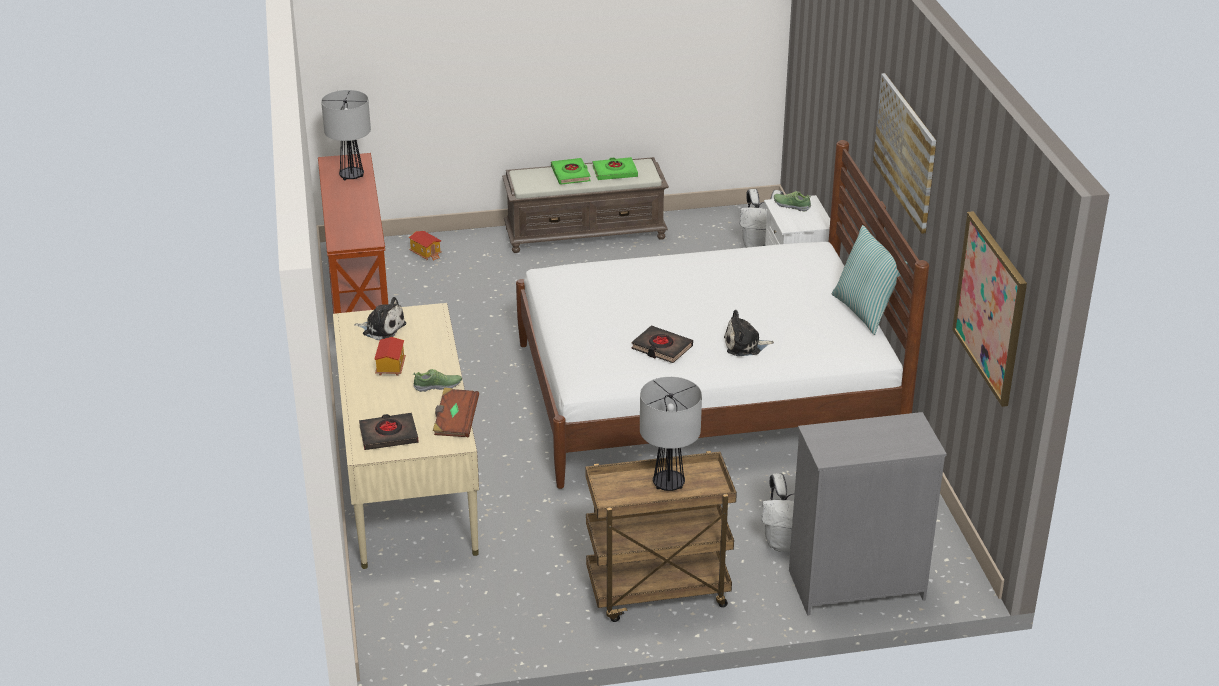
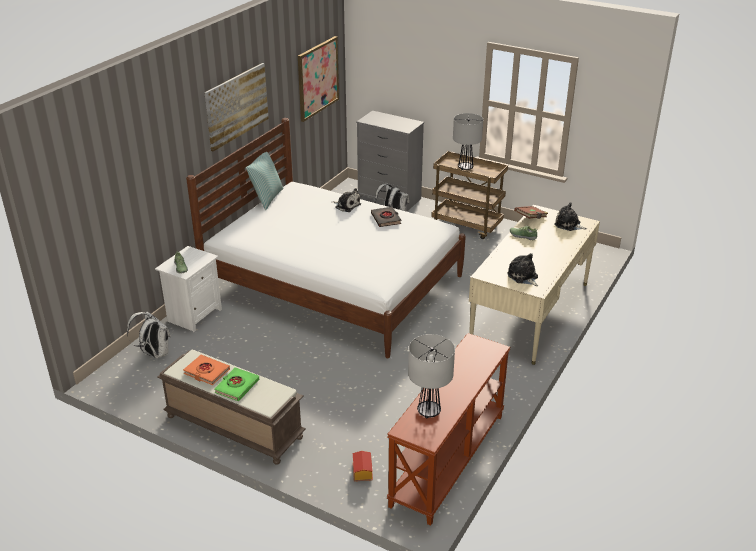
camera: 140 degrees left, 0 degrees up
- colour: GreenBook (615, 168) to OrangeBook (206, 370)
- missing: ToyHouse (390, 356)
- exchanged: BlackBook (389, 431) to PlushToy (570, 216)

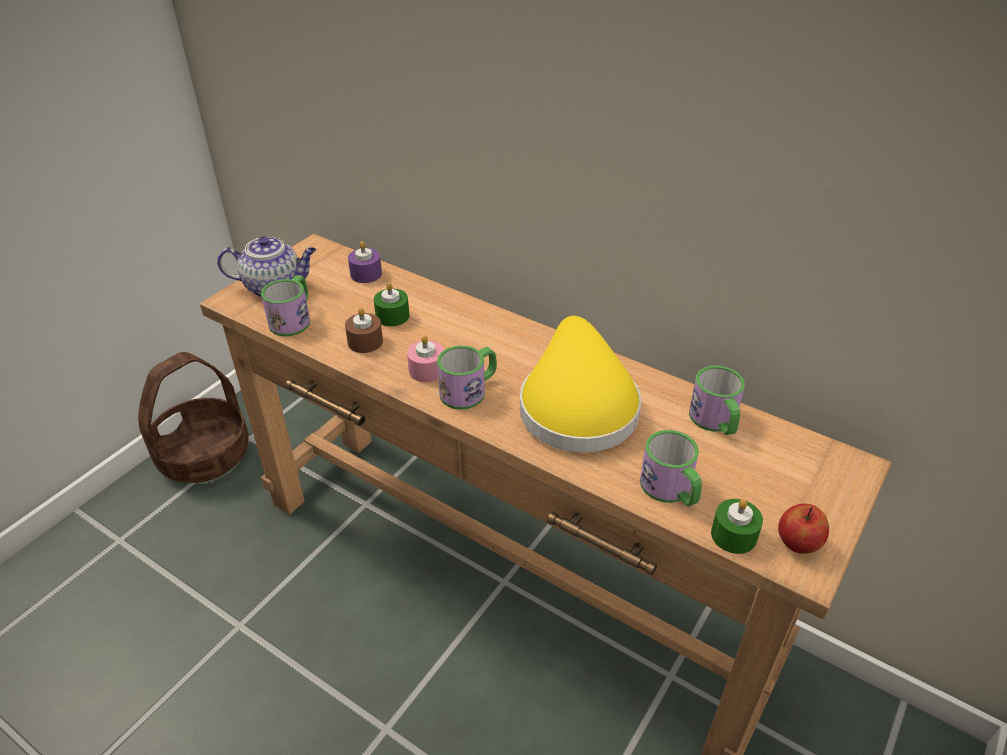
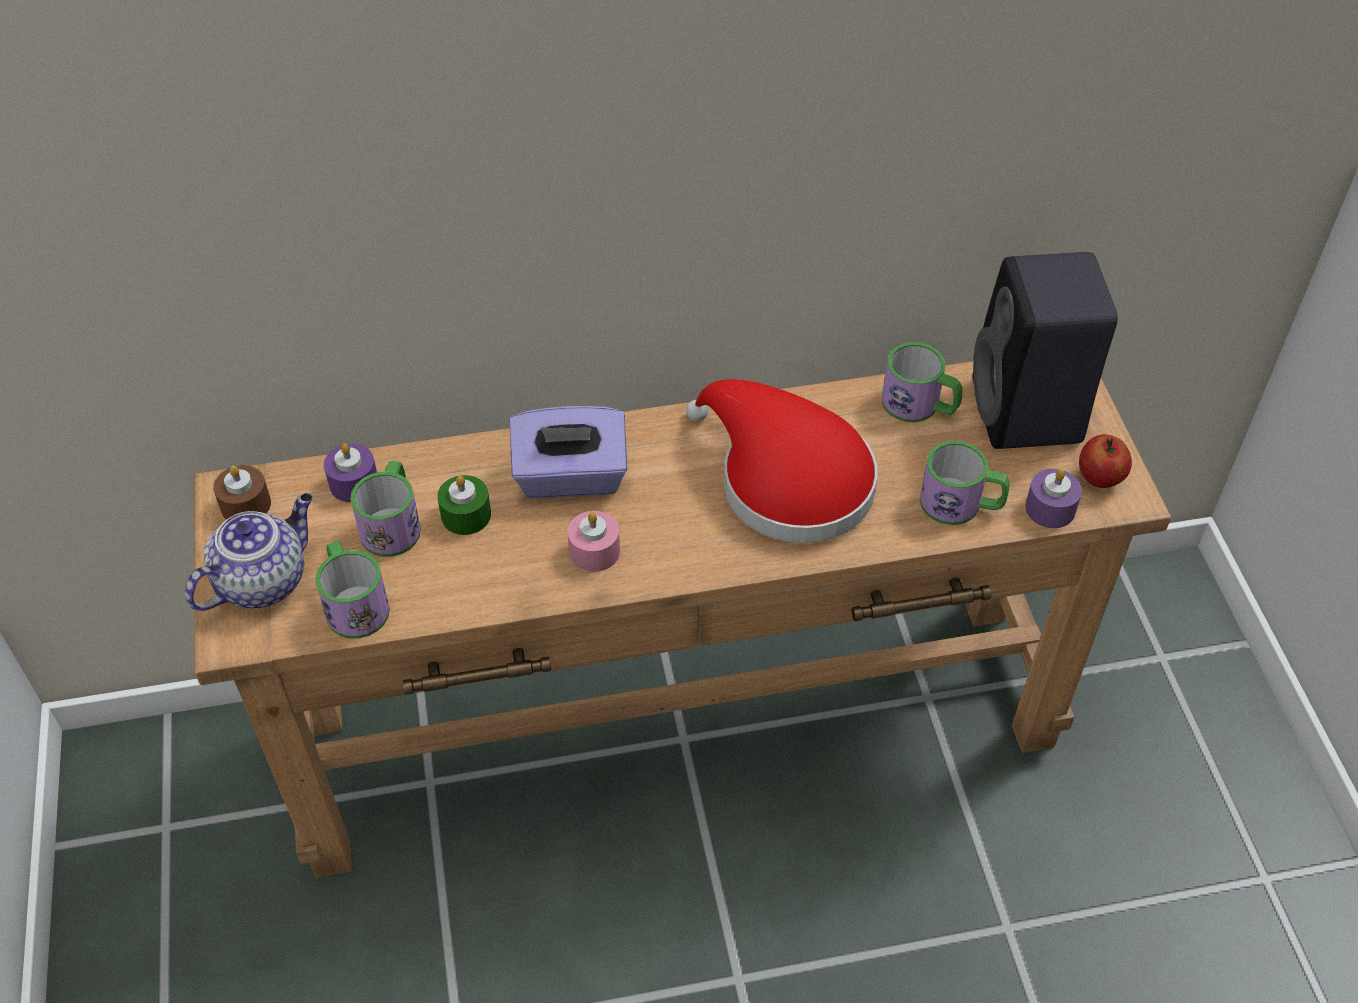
camera: 45 degrees left, 10 degrees up
- relocated: BrownCandle (364, 330) to (242, 492)
- colour: YellowHat (580, 384) to RedHat (782, 461)
- relocated: Mug (467, 377) to (385, 509)
- missing: Basket (193, 417)
- colour: GreenCandle (737, 526) to PurpleCandle (1053, 498)
- appeared: BlackSpeaker (1045, 350)
- appeared: PurpleTissueBox (568, 452)

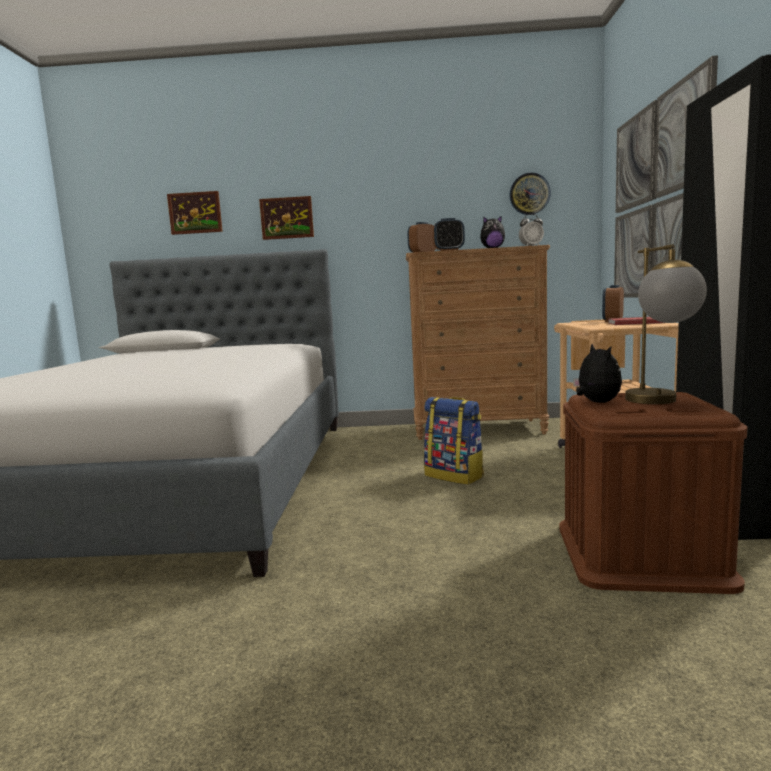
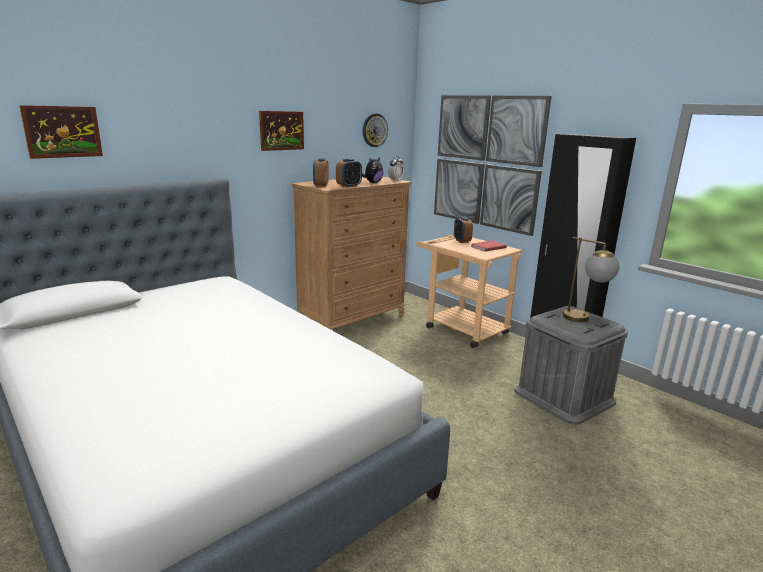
camera: 45 degrees left, 10 degrees up
- relocated: Picture (286, 218) to (281, 131)
- missing: PlushToy (597, 373)
- colour: BrownStorageBox (654, 493) to GreyStorageBox (571, 365)
- missing: Backpack (454, 441)

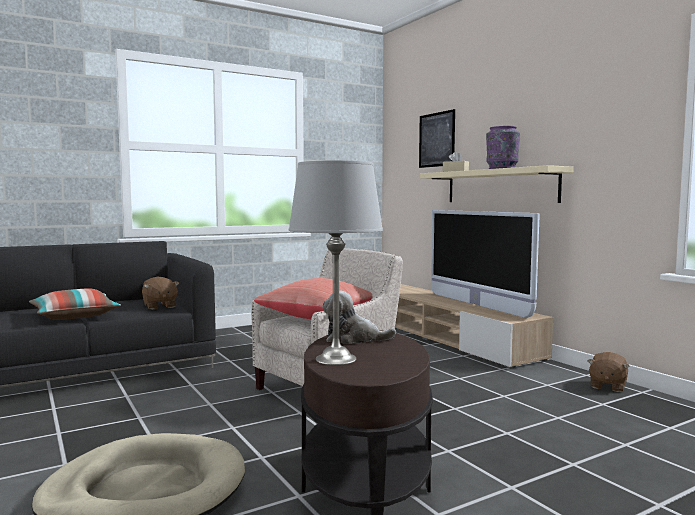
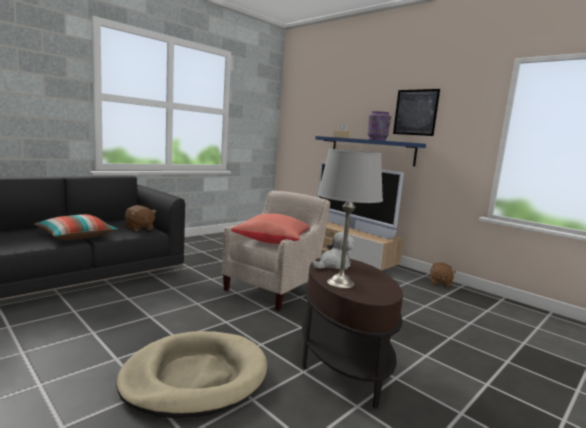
camera: 15 degrees left, 5 degrees up
- relocated: Picture (437, 138) to (416, 112)
- colour: BeigeShelf (497, 184) to BlueShelf (370, 151)
- spun: PlushToy (359, 317) = (333, 251) 150 degrees clockwise

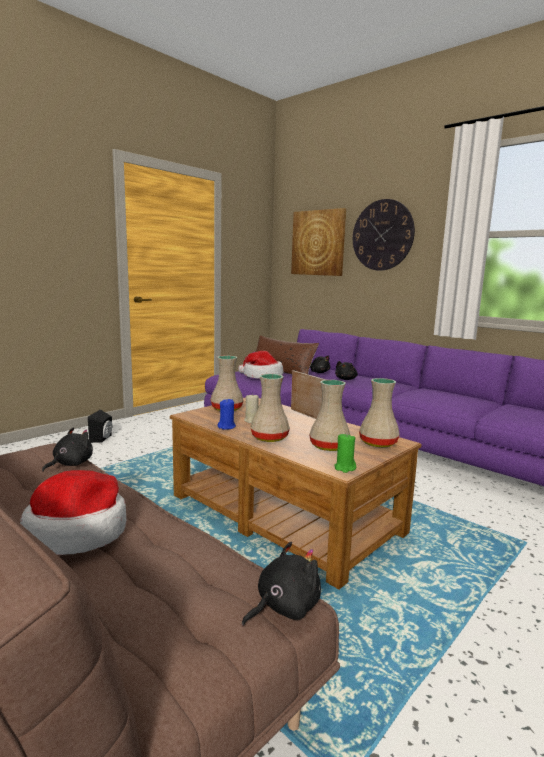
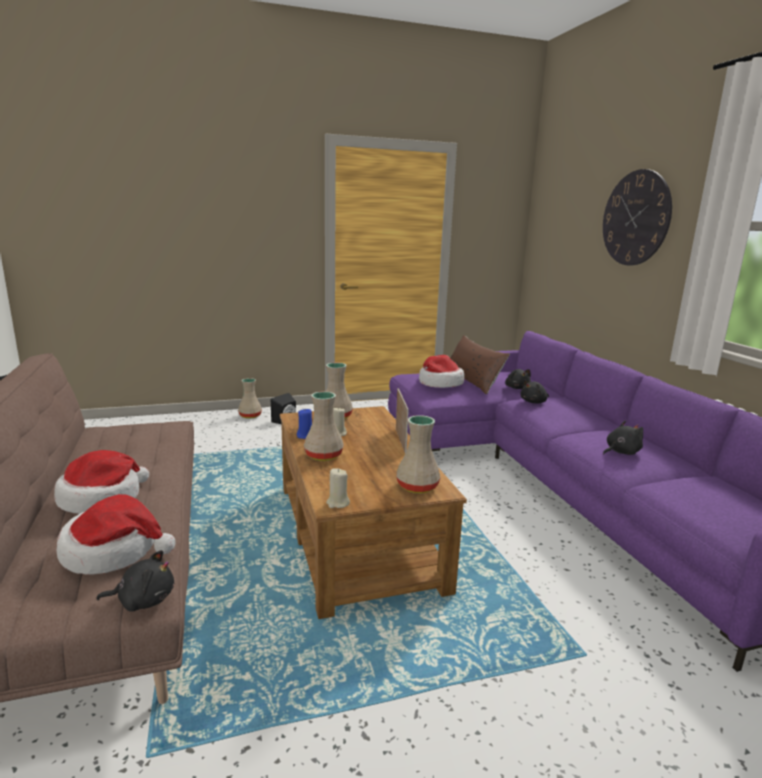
camera: 30 degrees right, 5 degrees up
- missing: Picture (318, 242)
- relocated: BeigeVase (329, 415) to (250, 398)
- relocated: BlackPlushToy (67, 450) to (623, 438)
- colour: GreenCandle (345, 453) to BeigeCandle (338, 488)
- appeared: Hat (116, 534)

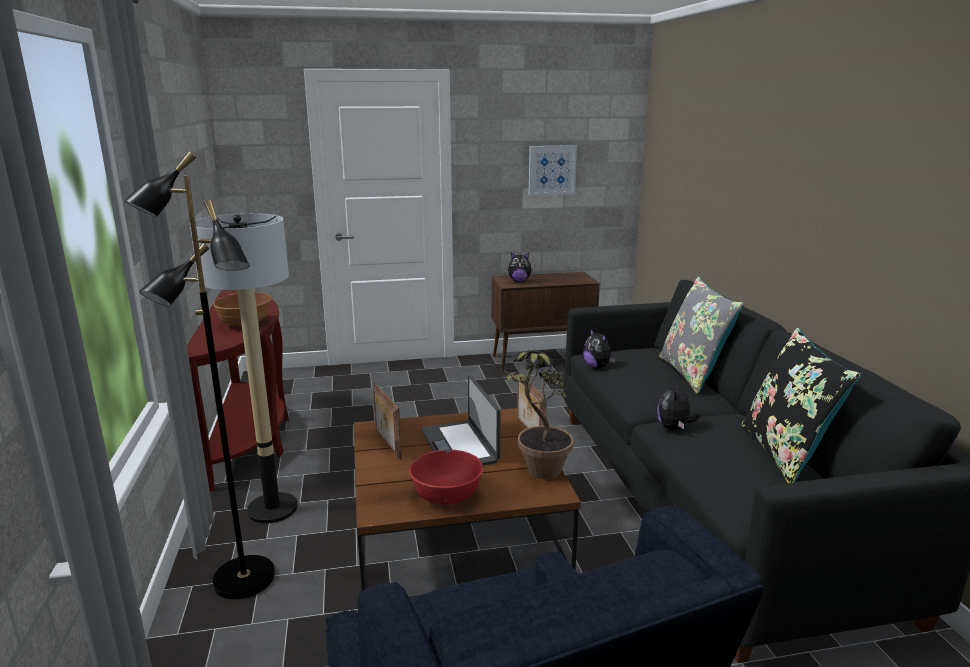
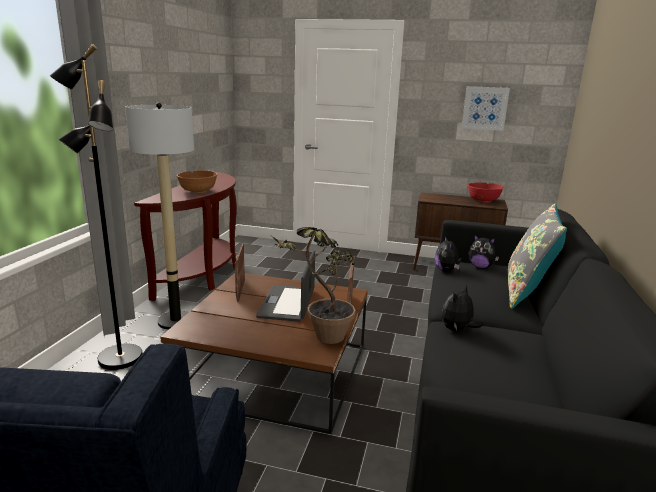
camera: 25 degrees right, 0 degrees up
- relocated: PlushToy (520, 267) to (484, 251)
- missing: BlackPillow (801, 405)
- relocated: RedBowl (446, 477) to (485, 192)

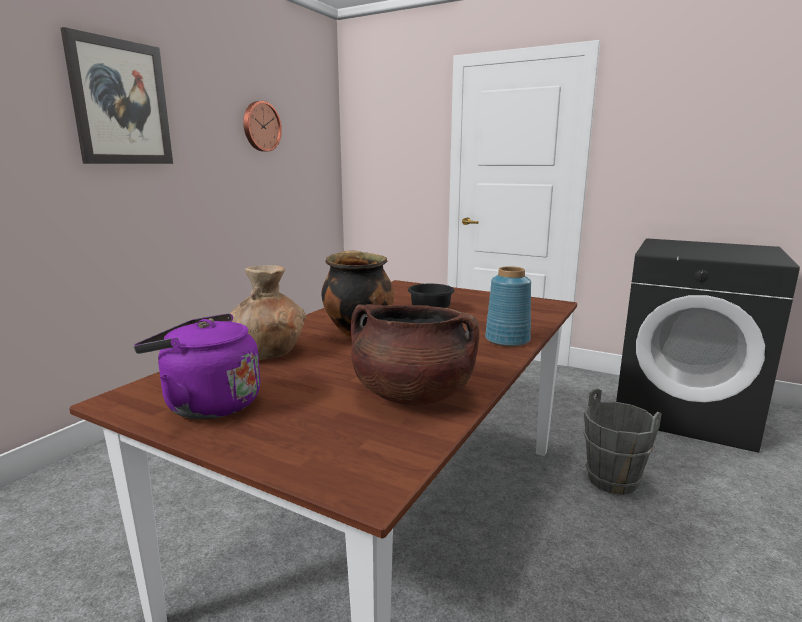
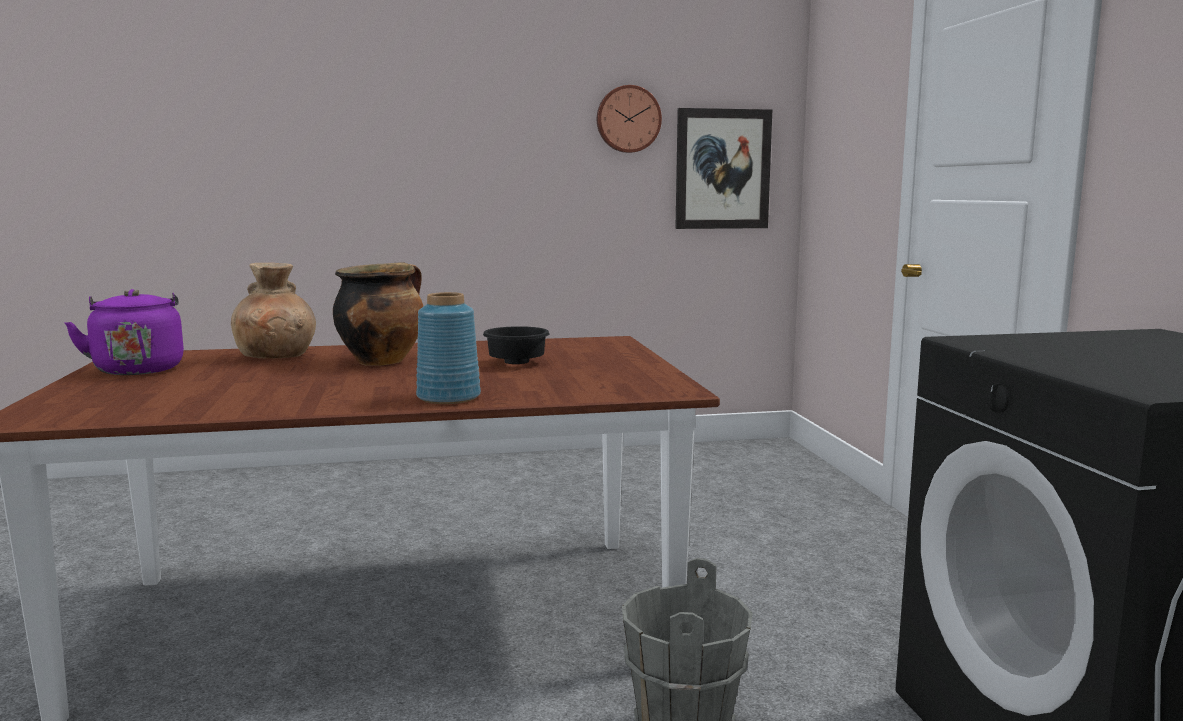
camera: 50 degrees right, 5 degrees down
- relocated: Picture (117, 95) to (723, 168)
- missing: BrownCookingPot (415, 354)

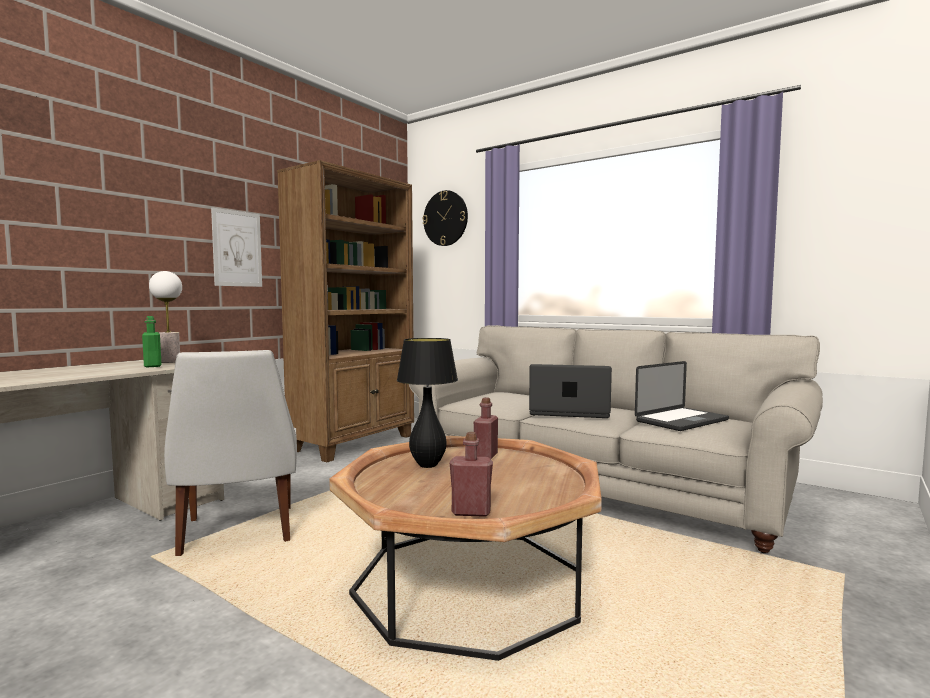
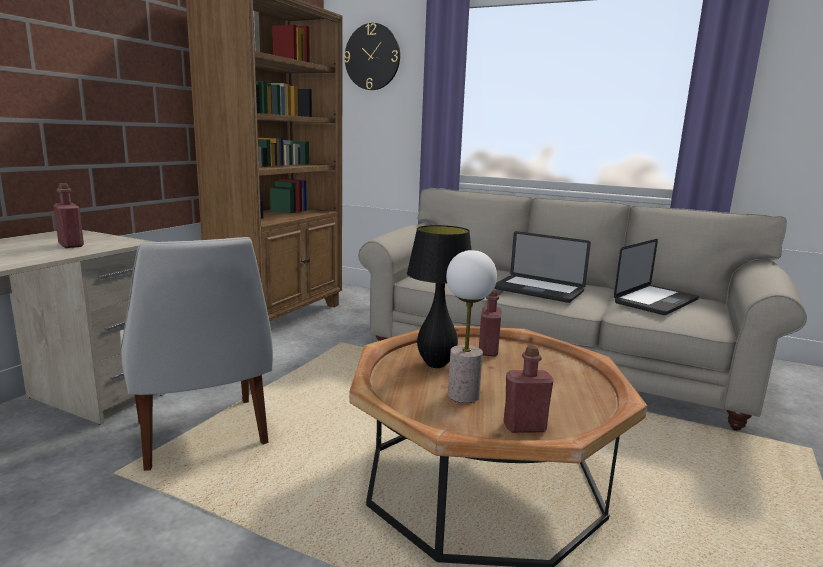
camera: 10 degrees left, 10 degrees up
- missing: Picture (236, 247)
- relocated: TableLamp (165, 317) to (471, 326)
- colour: GreenBottle (152, 341) to RedBottle (68, 215)
- spun: Laptop (570, 391) = (542, 267) 150 degrees counterclockwise

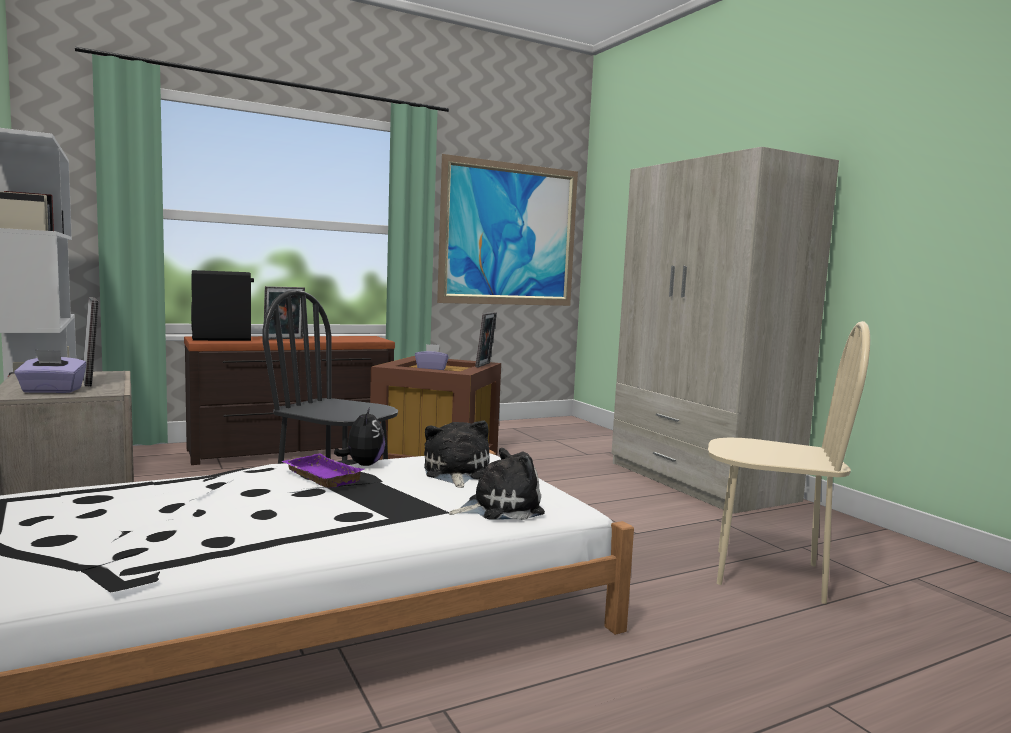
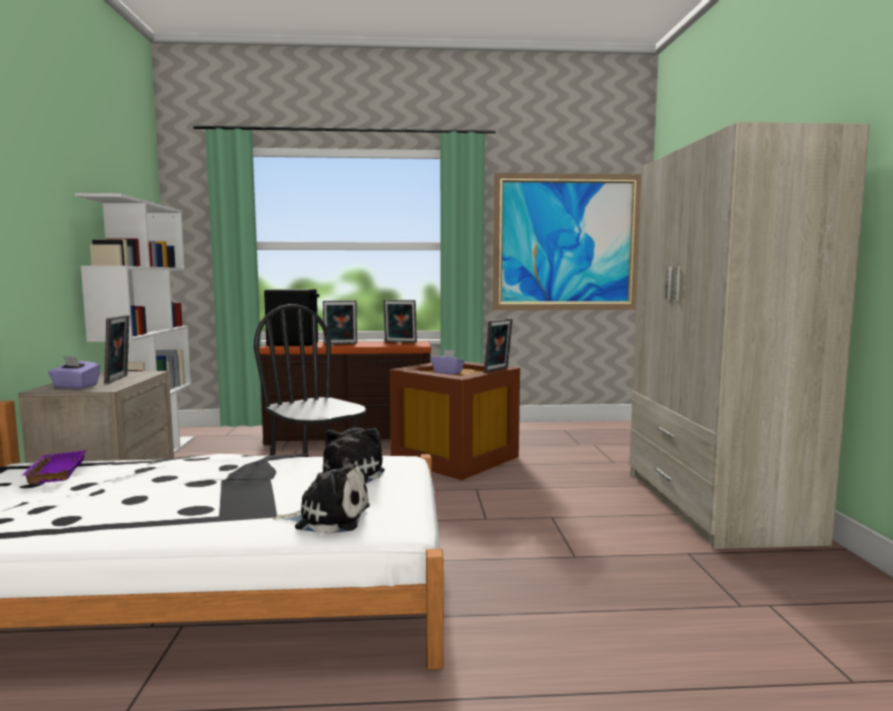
camera: 25 degrees right, 0 degrees up
- missing: BeigeChair (789, 462)
- missing: PlushToy (359, 436)
- relocated: PurpleTray (323, 470) to (53, 467)
- appeared: PictureFrame (400, 321)

